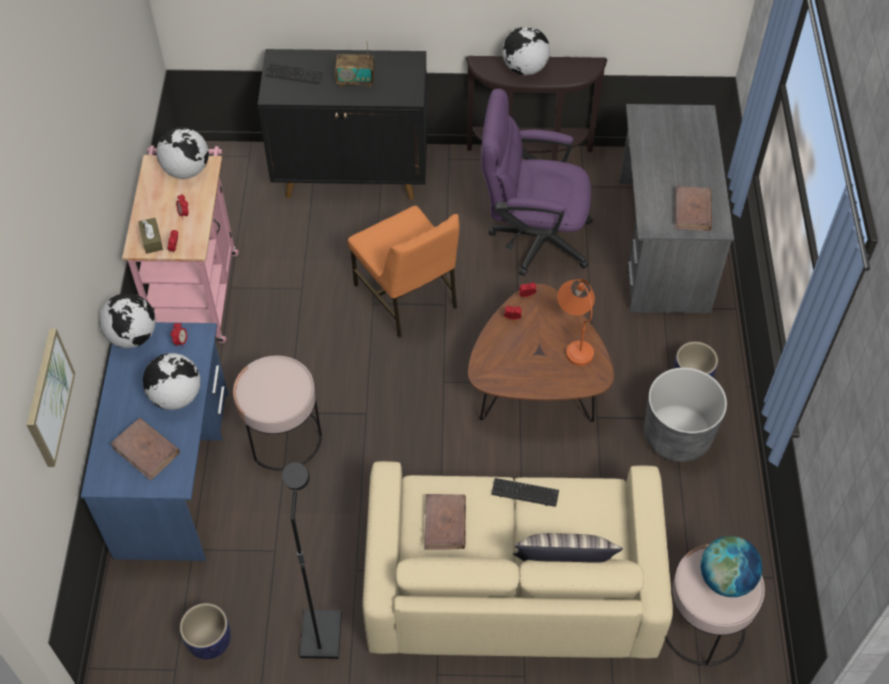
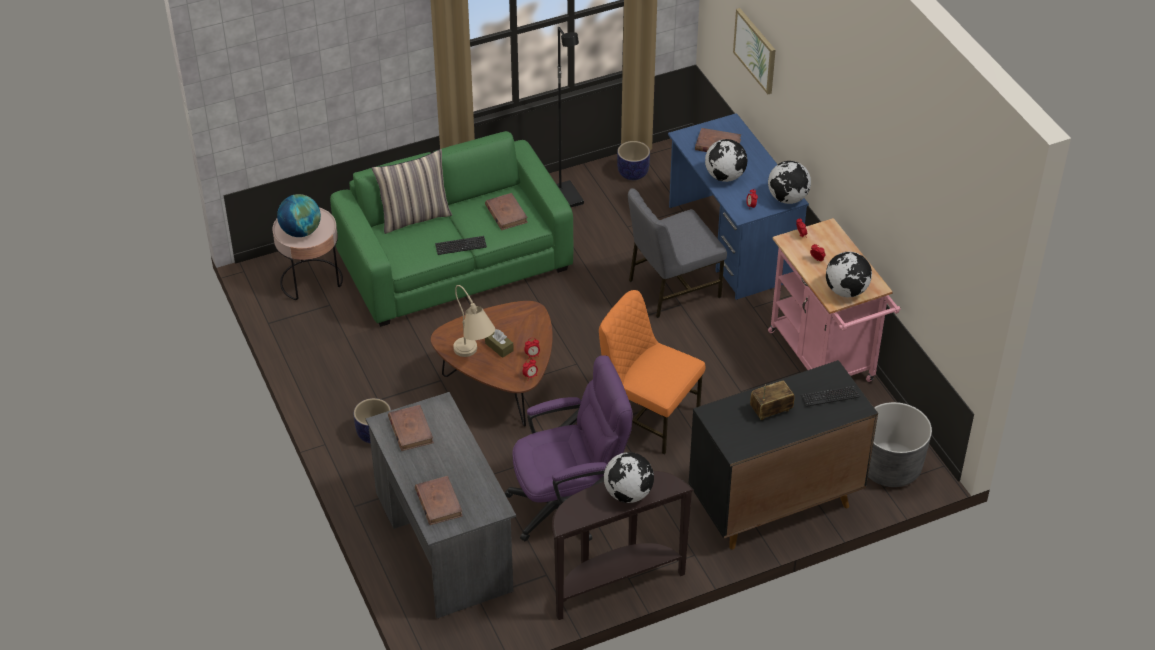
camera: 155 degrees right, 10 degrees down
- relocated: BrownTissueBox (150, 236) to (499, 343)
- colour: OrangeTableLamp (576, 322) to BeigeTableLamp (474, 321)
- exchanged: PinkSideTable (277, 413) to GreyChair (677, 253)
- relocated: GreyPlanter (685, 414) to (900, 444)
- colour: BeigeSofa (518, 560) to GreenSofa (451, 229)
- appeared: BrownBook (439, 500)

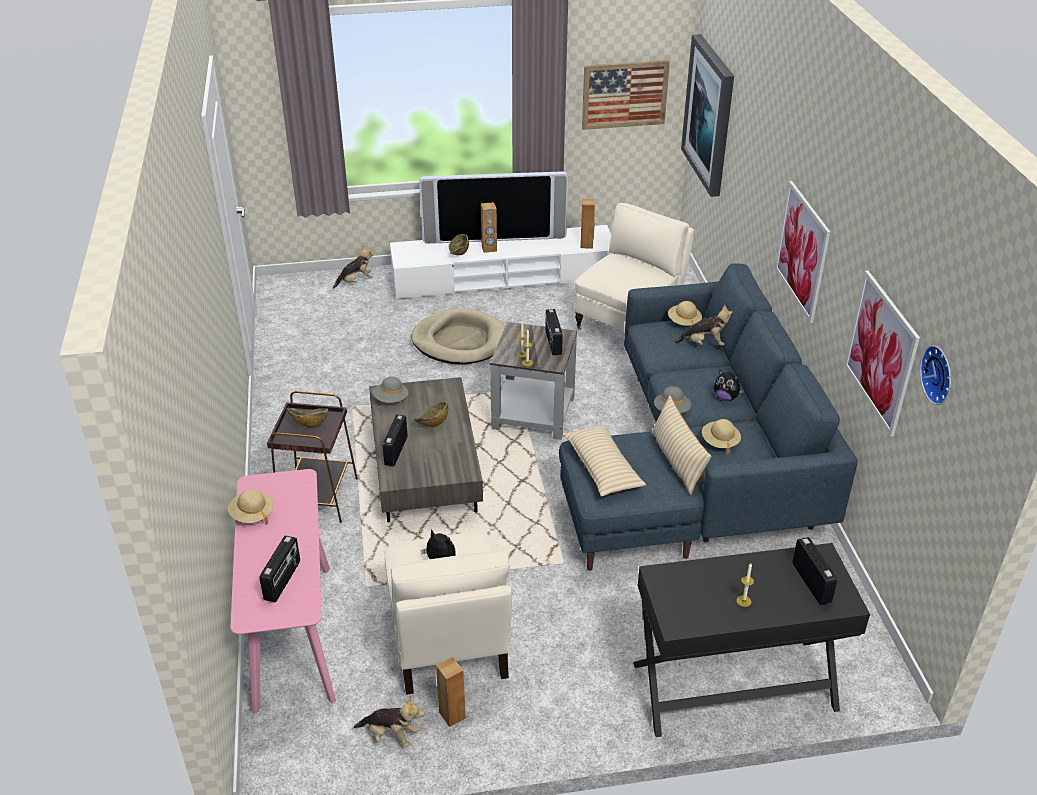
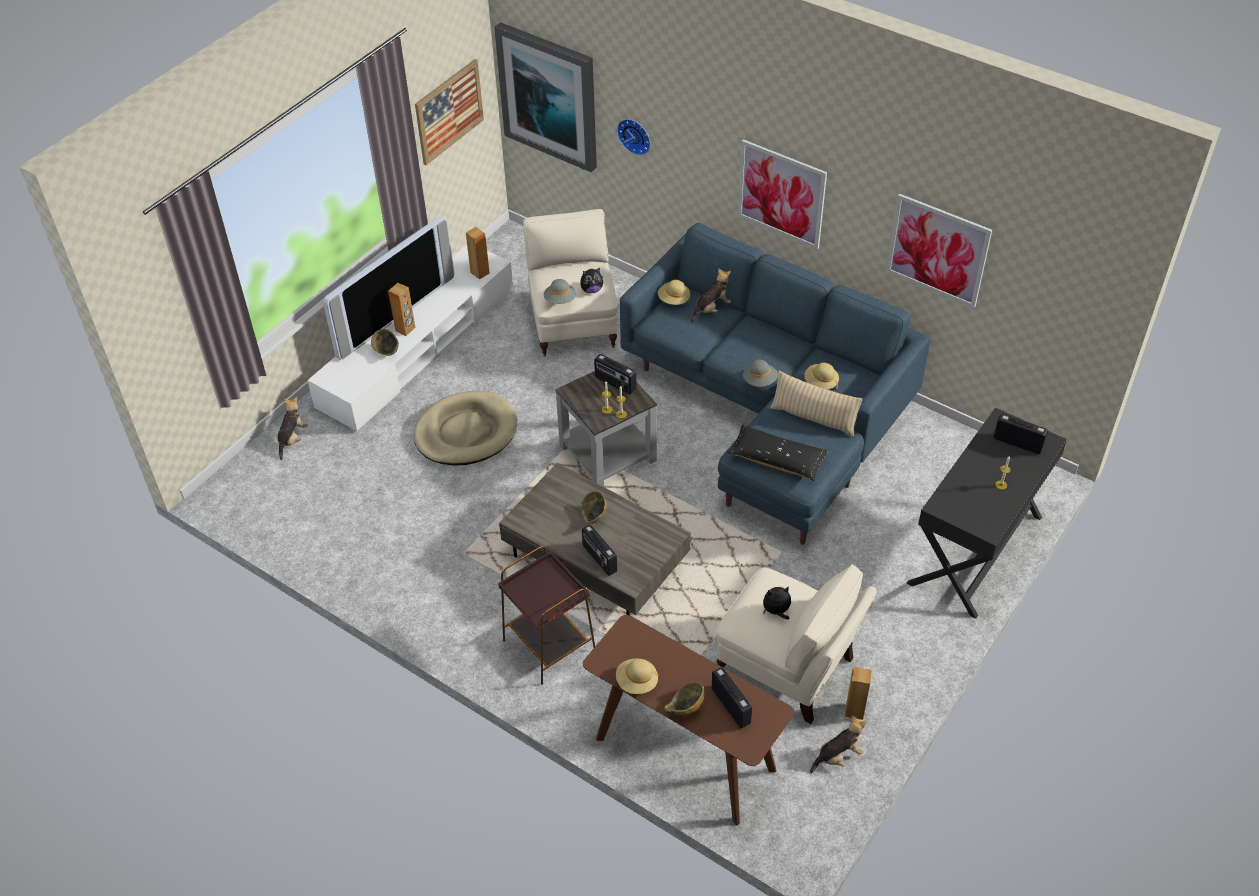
camera: 45 degrees left, 10 degrees up
- relocated: WallClock (935, 375) to (634, 137)
- relocated: PlushToy (729, 385) to (591, 280)
- relocated: GreyHat (390, 389) to (560, 291)
- relocated: Bowl (307, 418) to (684, 698)
- colour: BeigePillow (604, 460) to BlackPillow (777, 452)
- colour: PinkConsoleTable (283, 591) to BrownConsoleTable (688, 720)

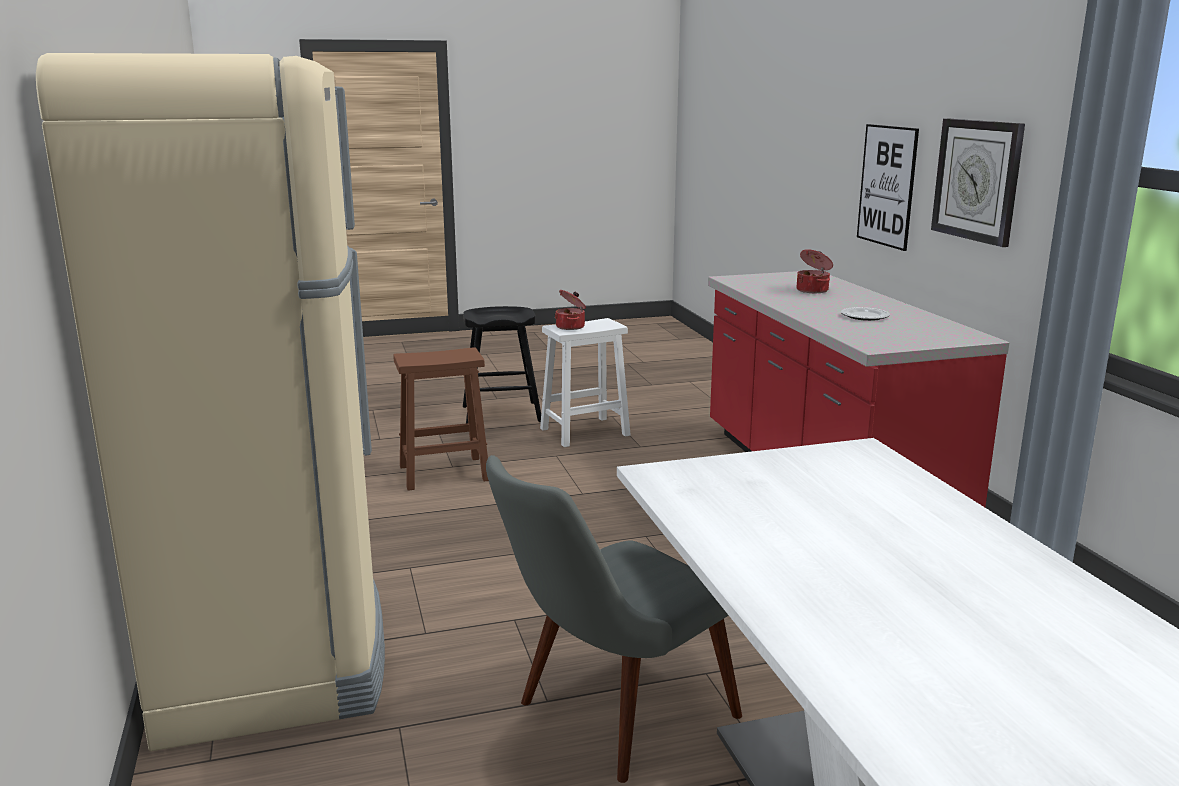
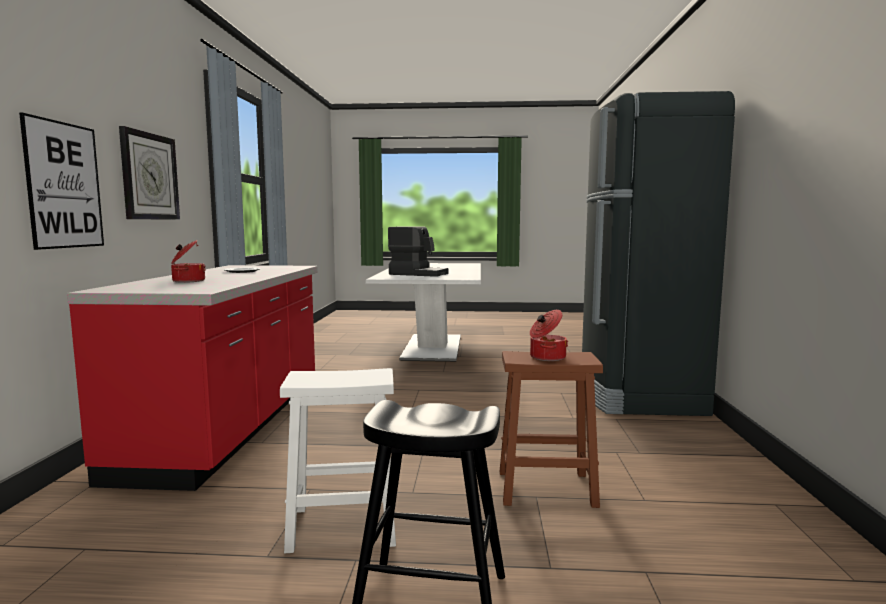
camera: 160 degrees left, 10 degrees down
- colour: BeigeFridge (210, 402) to BlackFridge (658, 253)
- relocated: CookingPot (570, 310) to (549, 335)
- missing: GreyChair (614, 619)
- appeared: CoffeeMachine (418, 252)

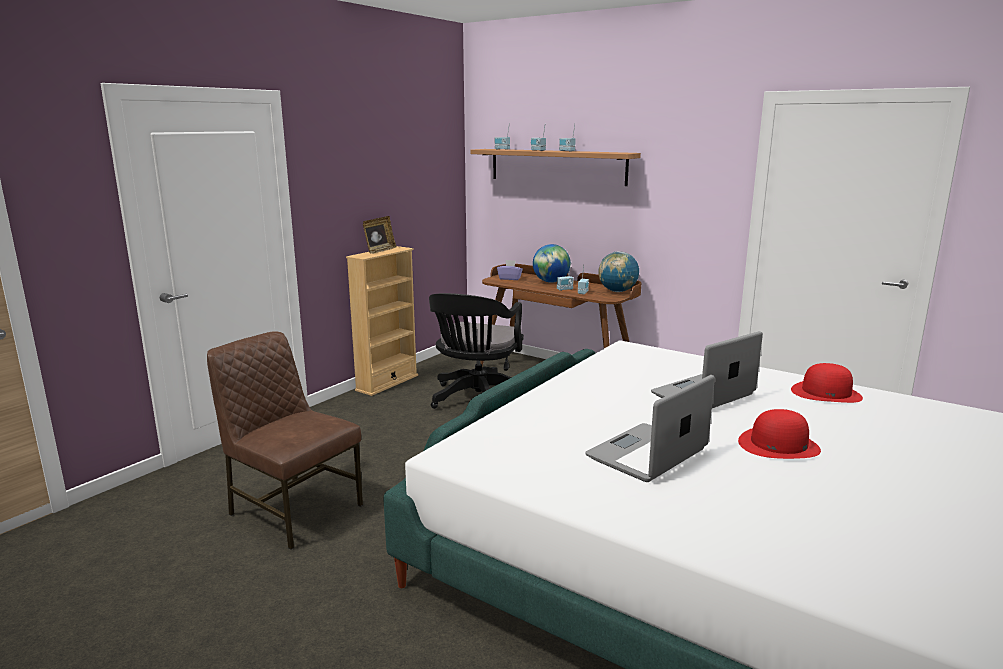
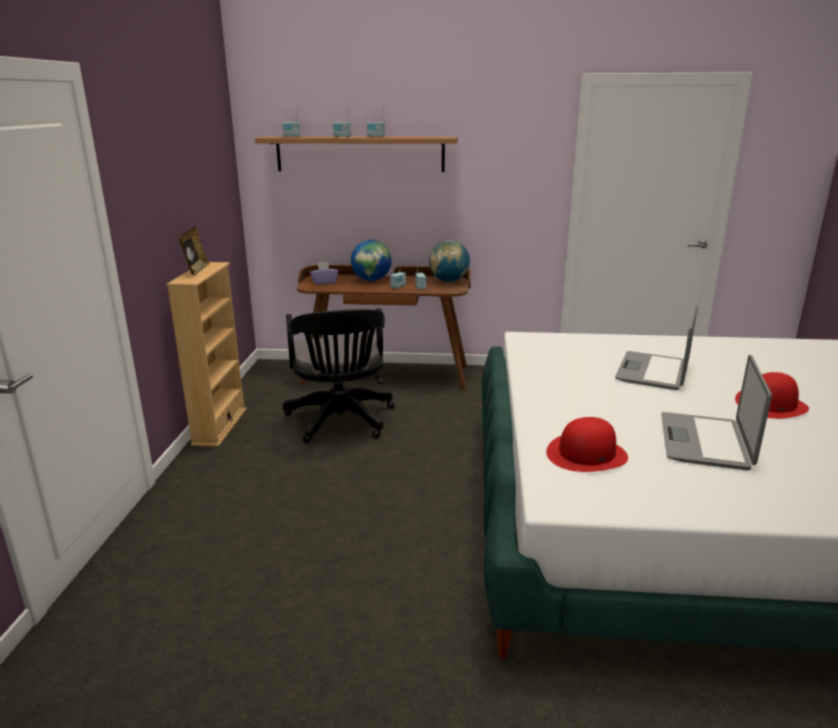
camera: 30 degrees left, 5 degrees up
- missing: BrownChair (285, 440)
- relocated: RedHat (827, 383) to (587, 444)

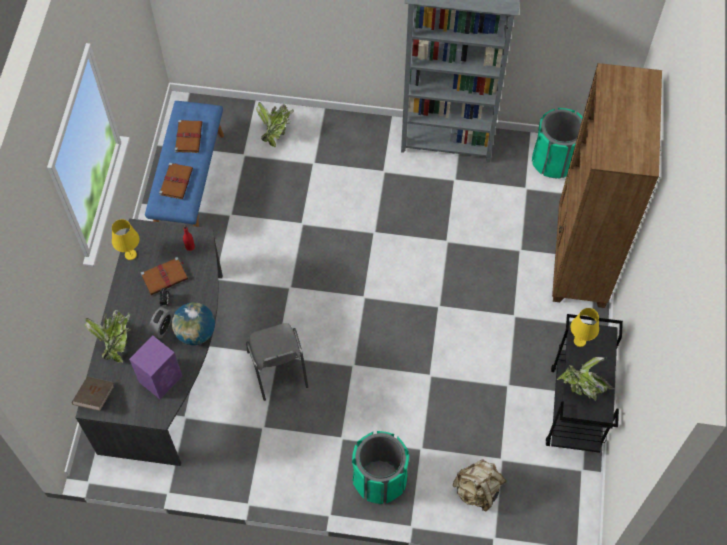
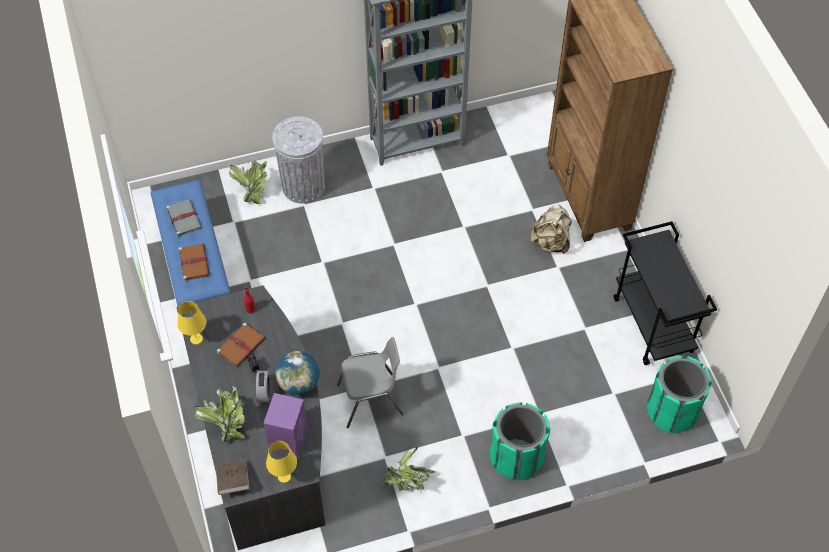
camera: 25 degrees left, 5 degrees down
- relocated: GreenTrashCan (557, 143) to (679, 394)
- colour: BrownBook (188, 136) to GreyBook (184, 218)
- relocated: YellowTableLamp (585, 327) to (281, 462)
- spun: GreyChair (277, 362) = (370, 382) 60 degrees counterclockwise
- relocated: PottedPlant (585, 379) to (409, 469)
- relocated: BeigeBackpack (480, 485) to (551, 229)
- appeared: GreyTrashCan (298, 160)

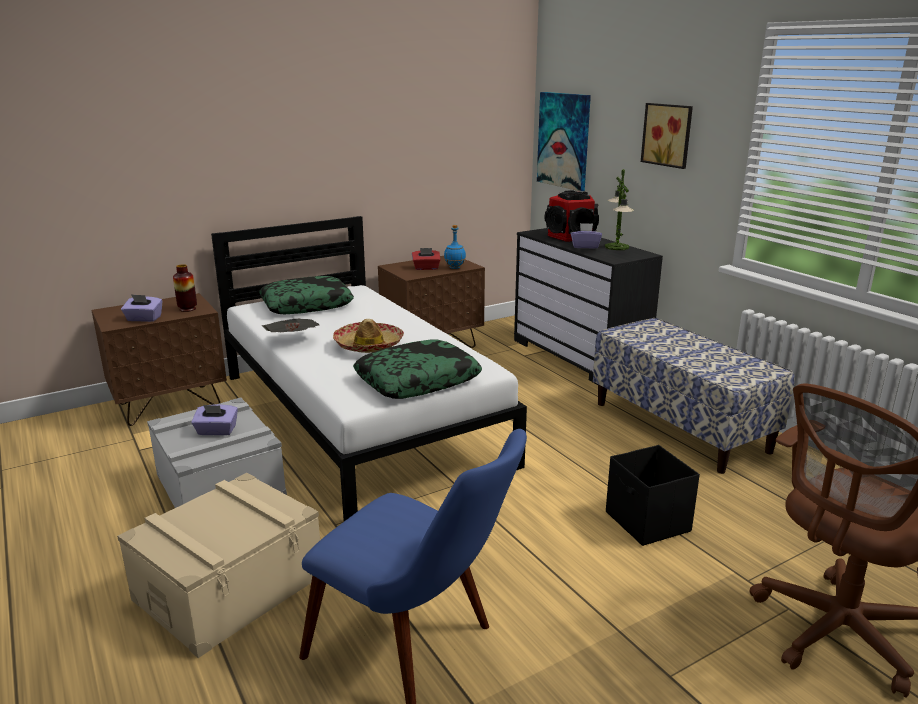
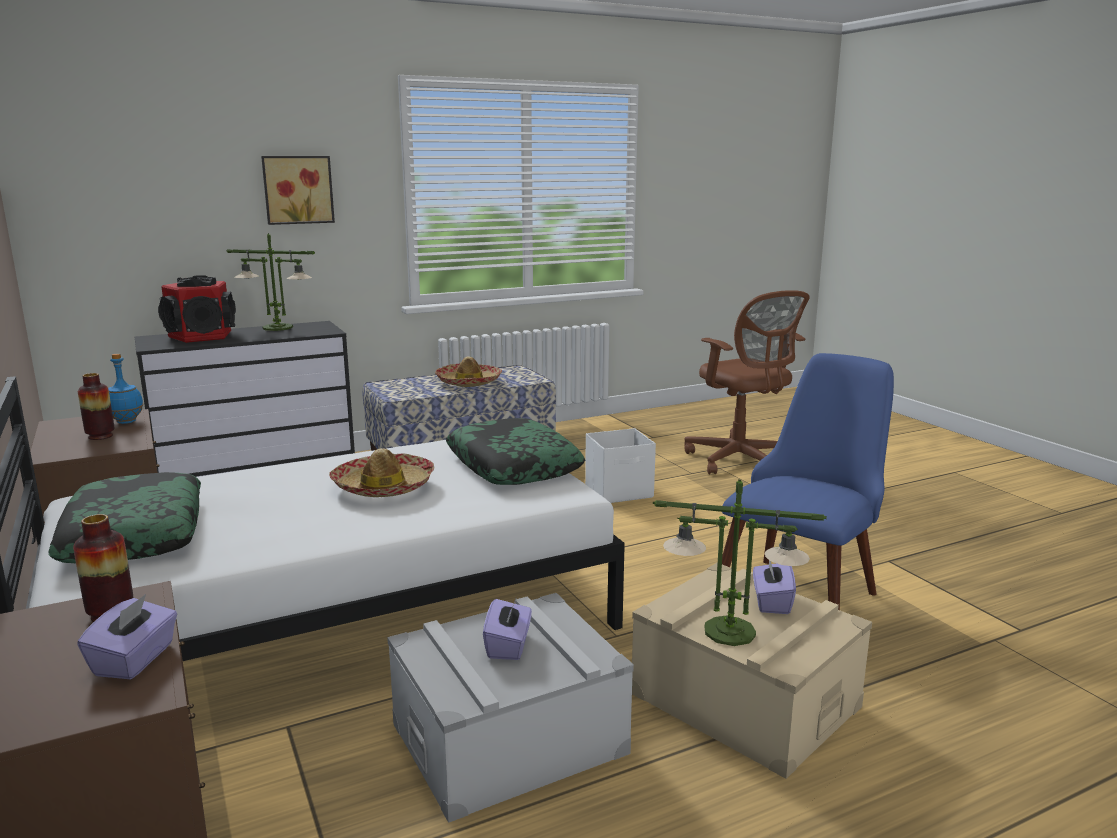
camera: 85 degrees left, 5 degrees down
- missing: Picture (564, 141)
- relocated: PurpleTissueBox (586, 236) to (774, 587)
- exchanged: RedTissueBox (426, 259) to Vase (96, 406)
- missing: Newspaper (291, 325)
- colour: BlackStorageBox (653, 495) to WhiteStorageBox (620, 465)
- appeared: Hat (468, 371)
- appeared: TableLamp (740, 562)

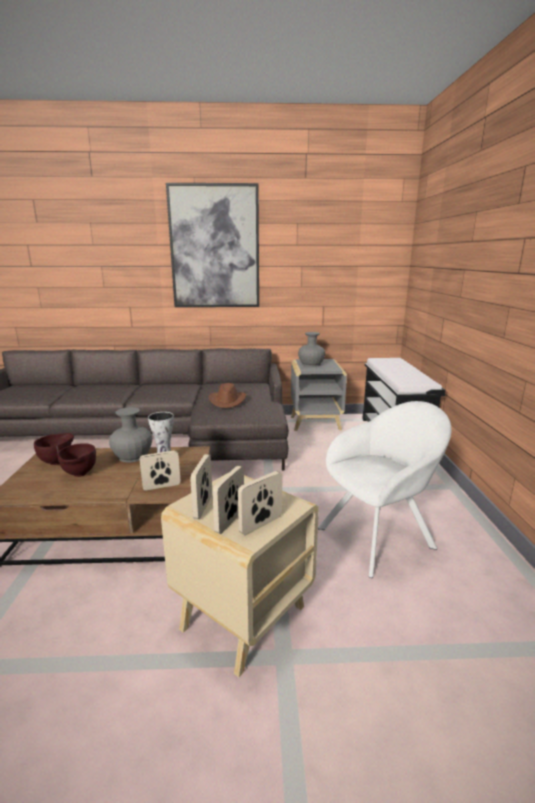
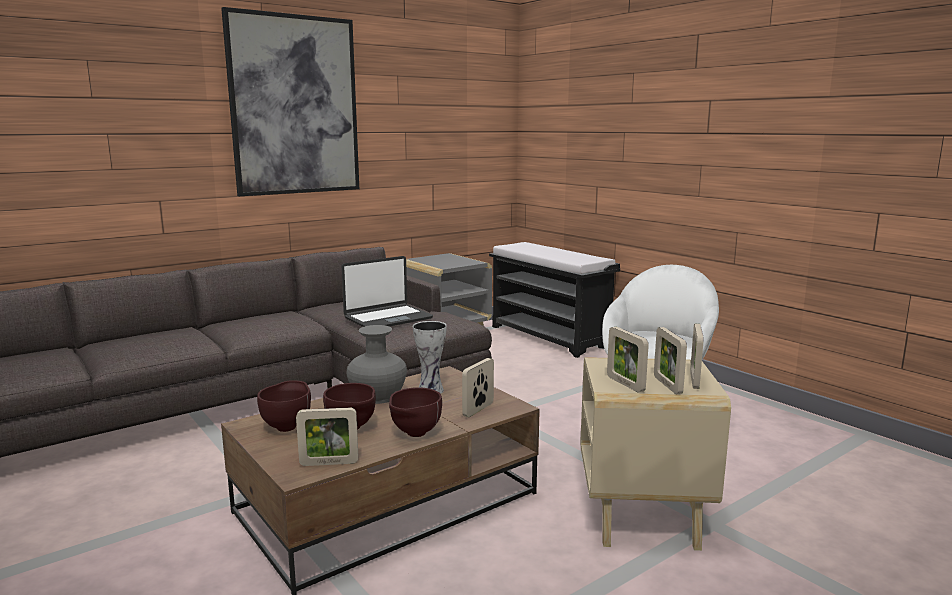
camera: 35 degrees left, 5 degrees down
- missing: GreyVase (311, 349)
- exchanged: BrownHat (227, 395) to Laptop (387, 291)
- appeared: BrownBowl (415, 412)
- appeared: PictureFrame (327, 437)

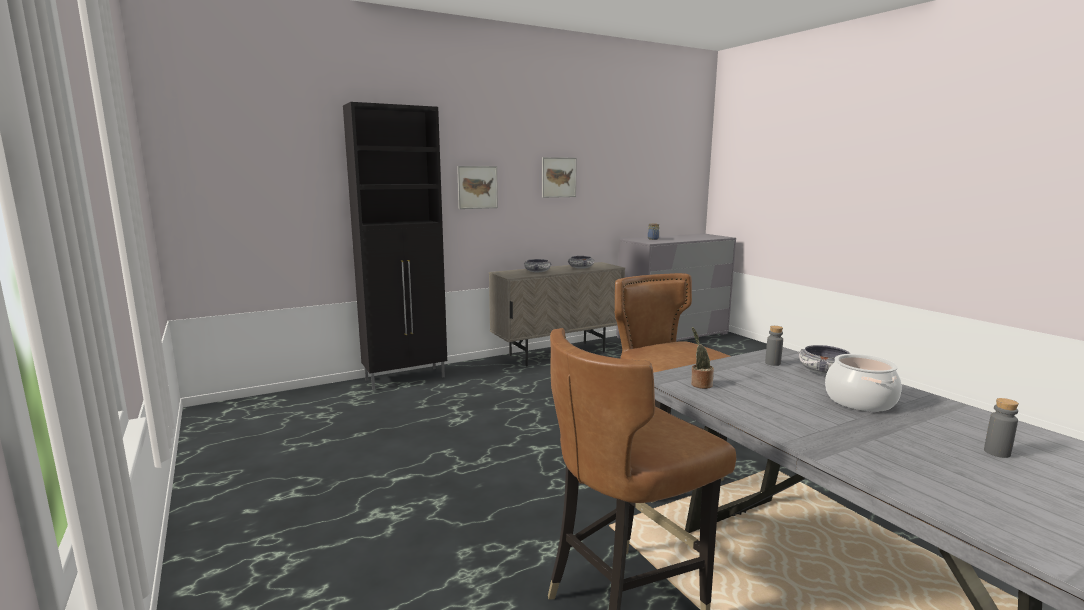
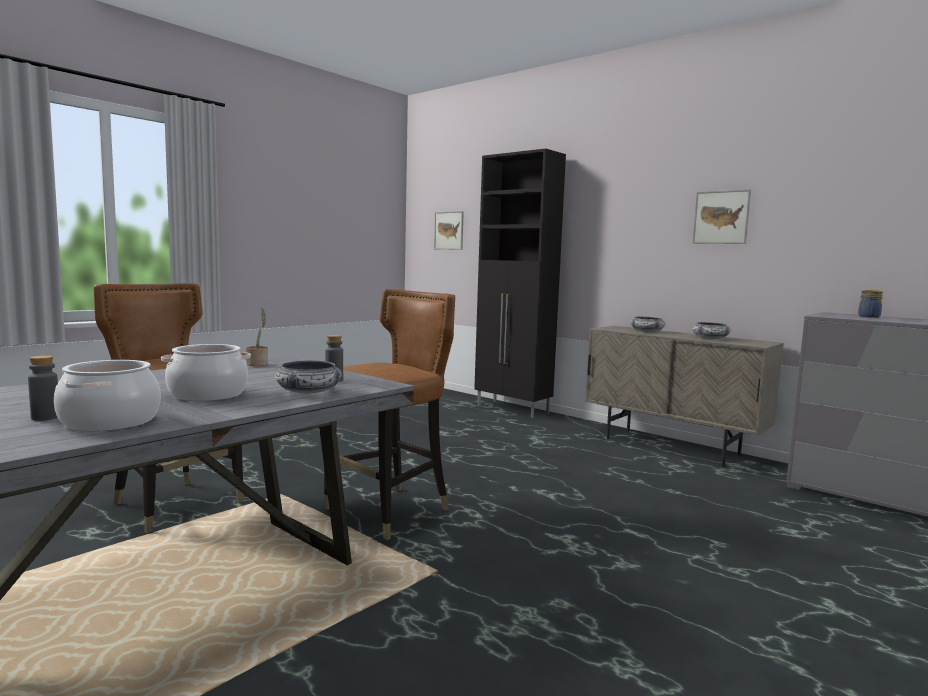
camera: 70 degrees right, 5 degrees down
- relocated: Picture (477, 187) to (449, 230)
- appeared: CookingPot (107, 395)

